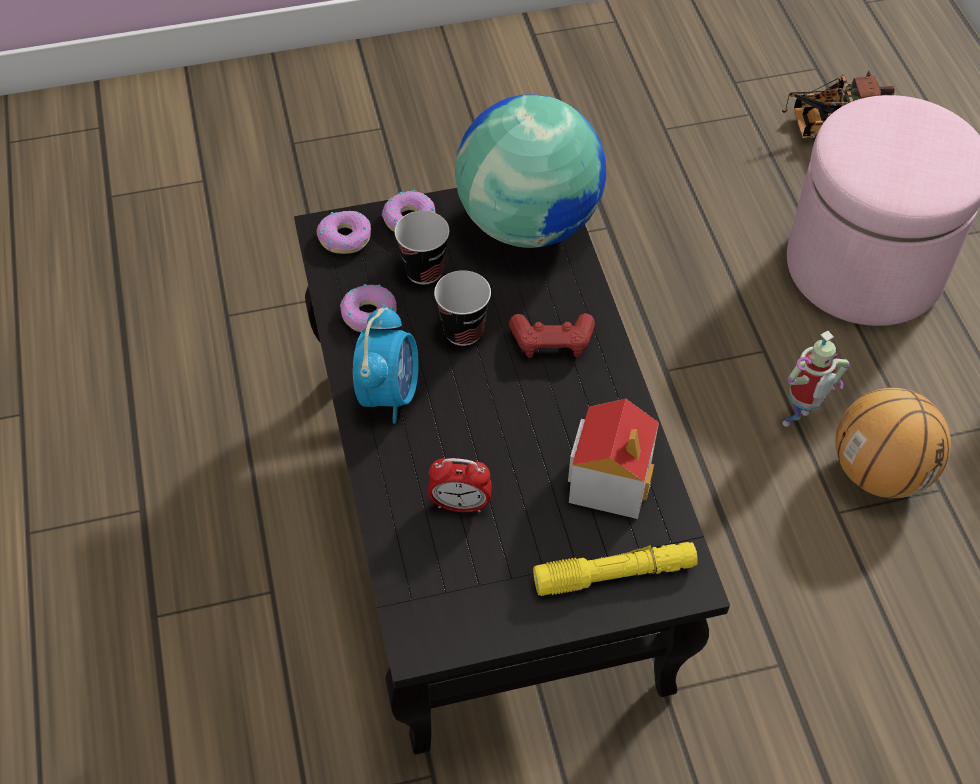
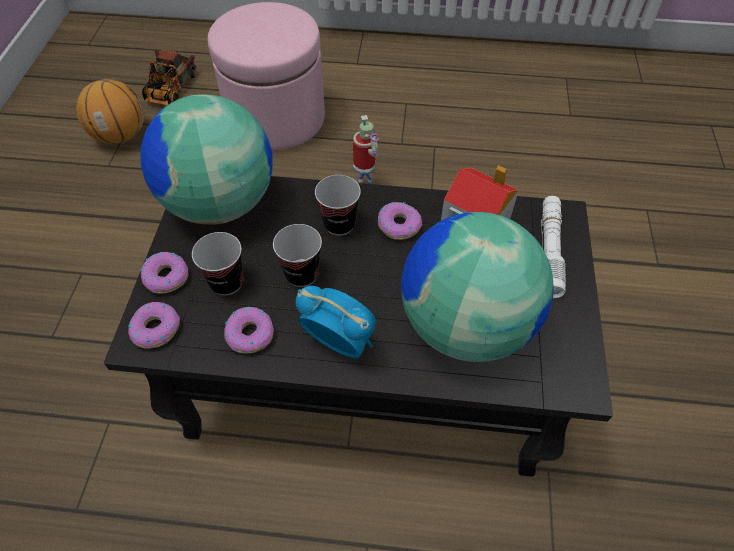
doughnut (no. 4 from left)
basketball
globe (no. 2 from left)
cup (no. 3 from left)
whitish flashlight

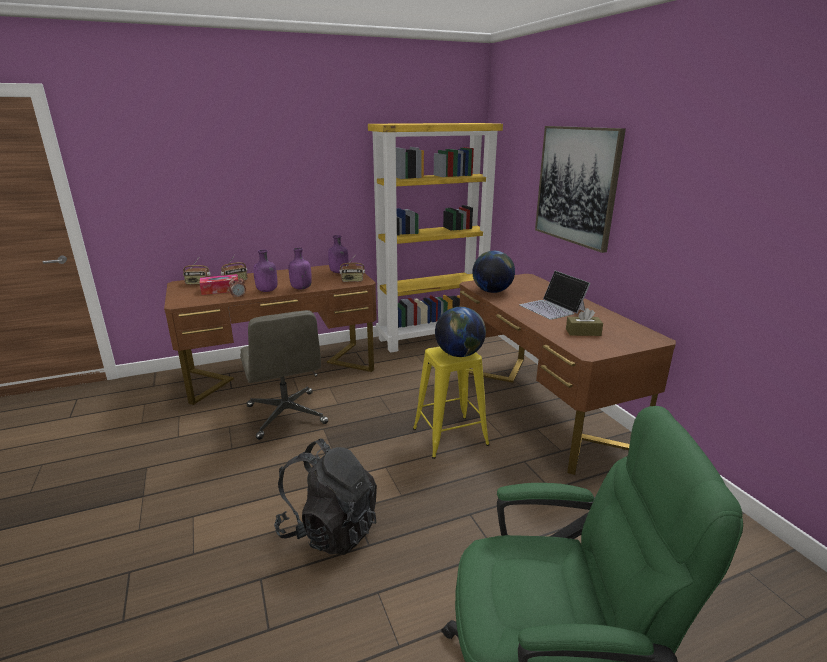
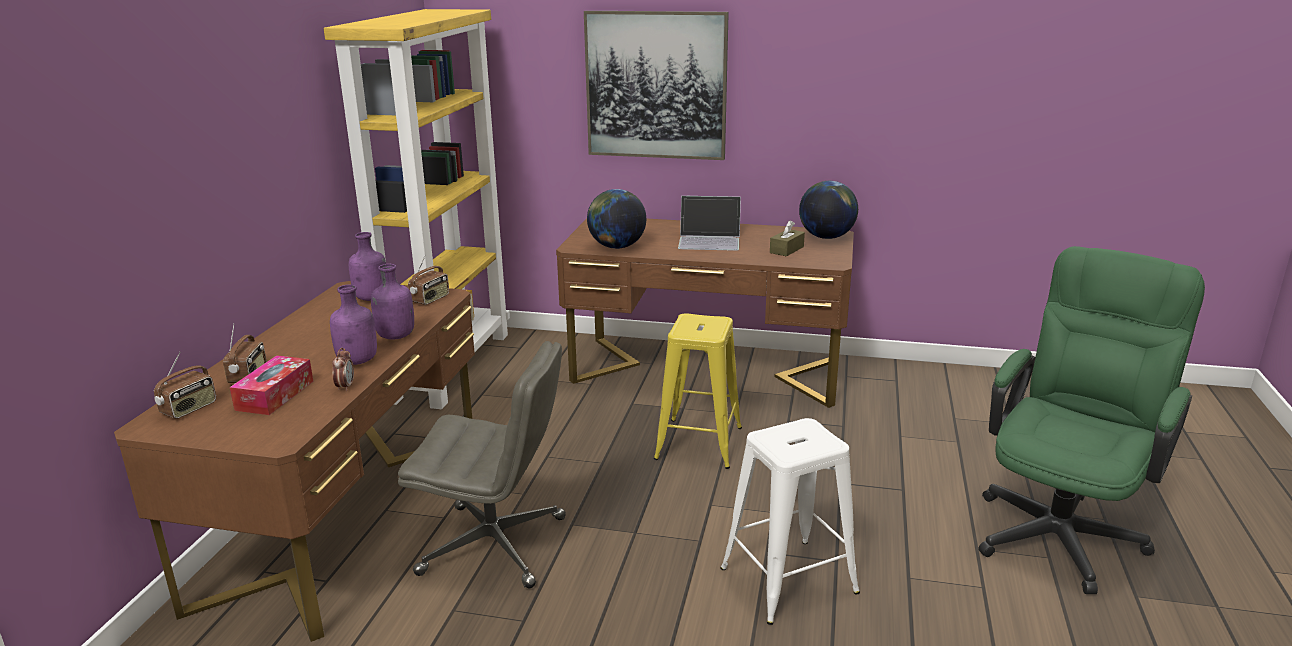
globe (no. 2 from left)
whitish stool seat

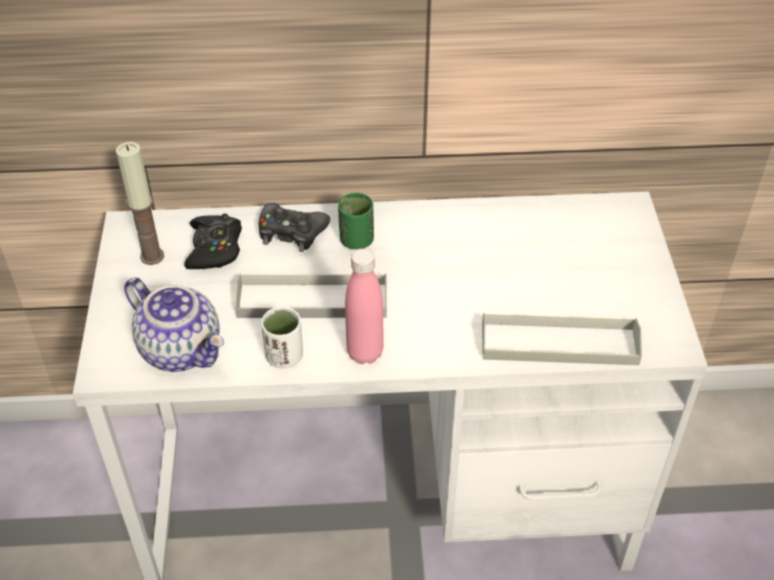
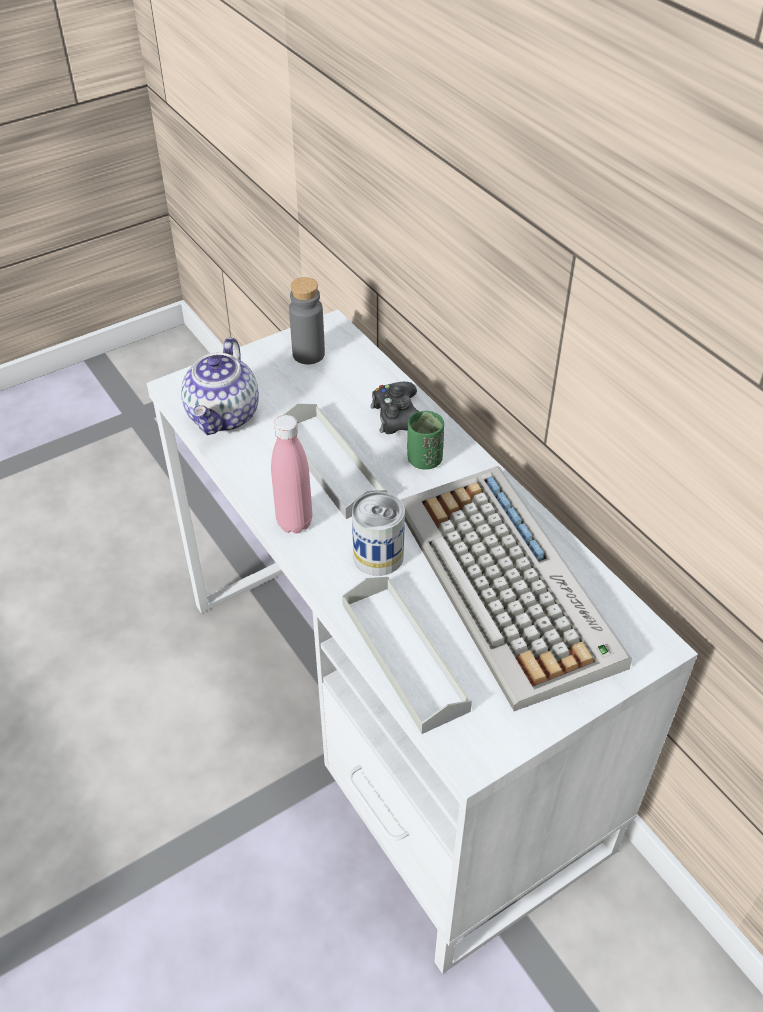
black joypad (no. 1 from left in the first image)
whitish cup
can
computer keyboard
greyish drink bottle

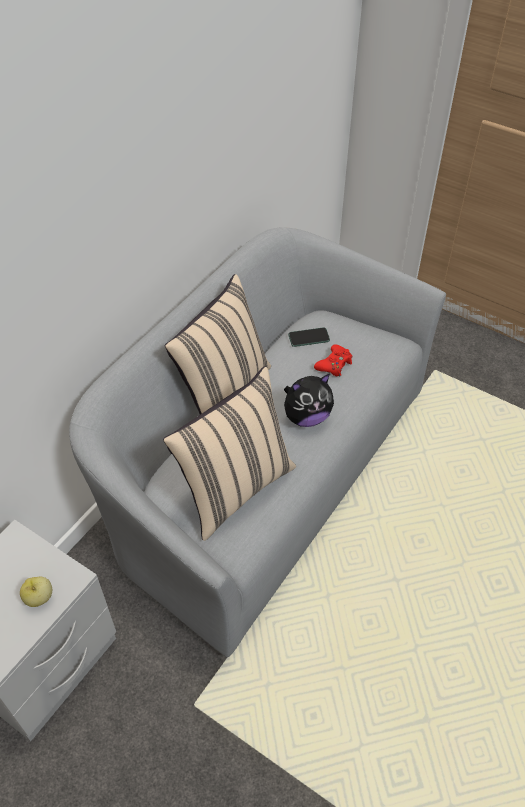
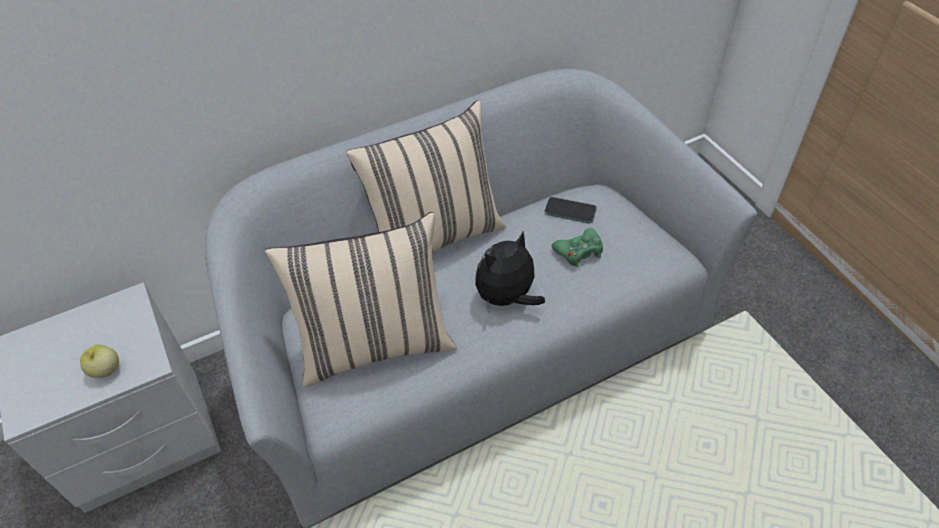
green-coloured joypad
plush toy

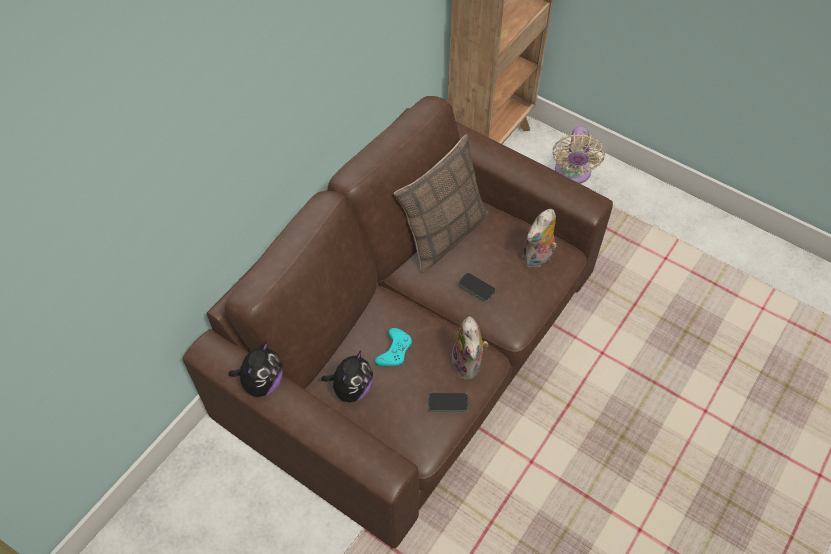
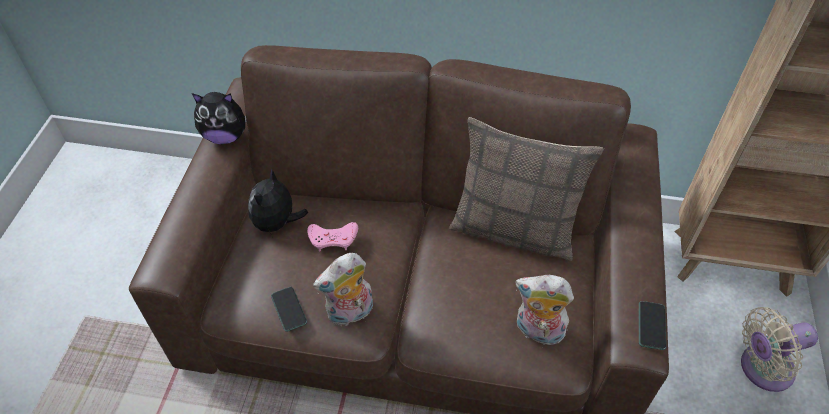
handset (no. 2 from left)
pink joypad
plush toy (no. 2 from left)

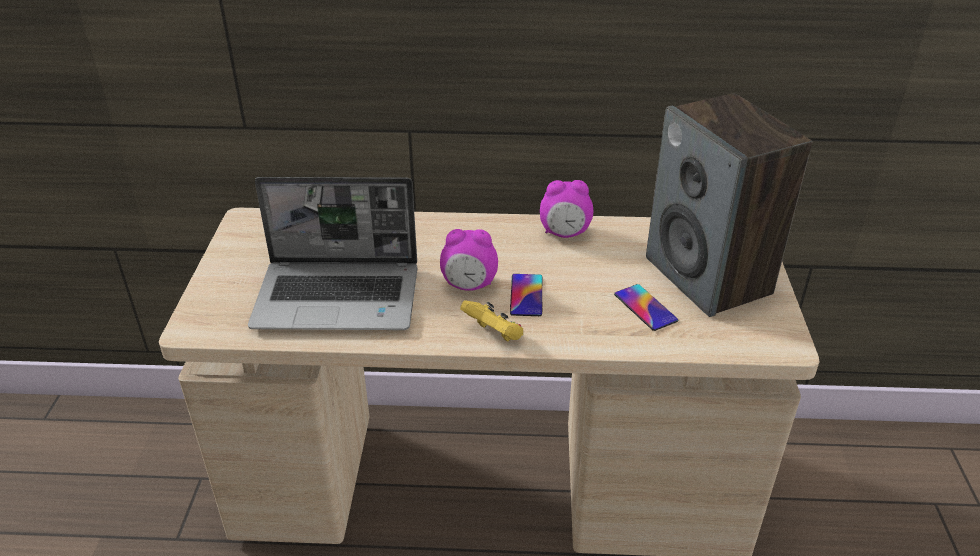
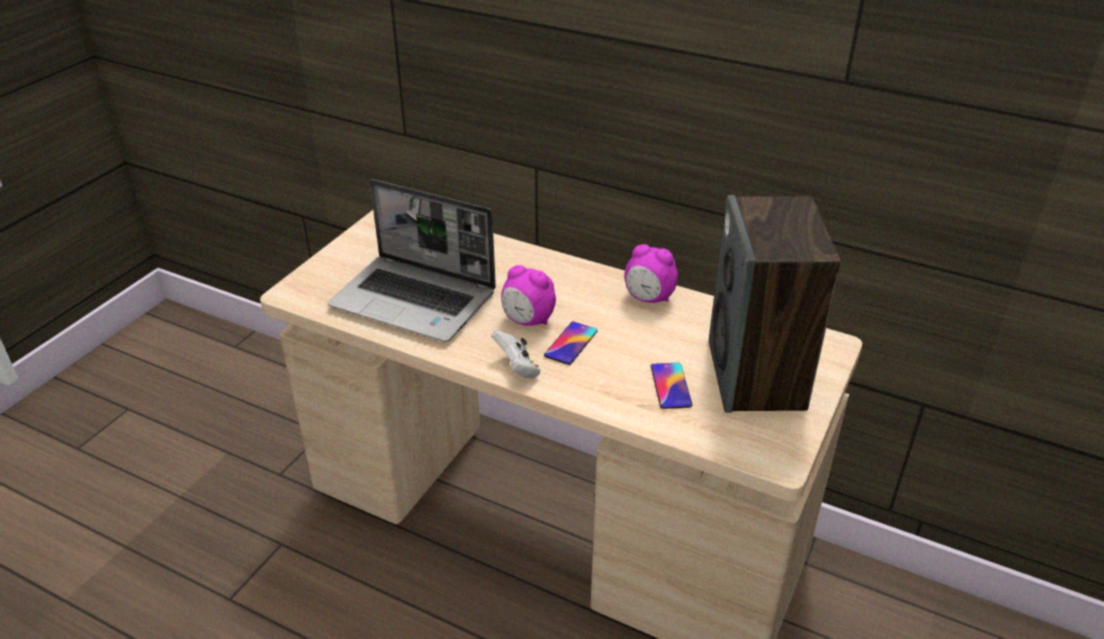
whitish joypad

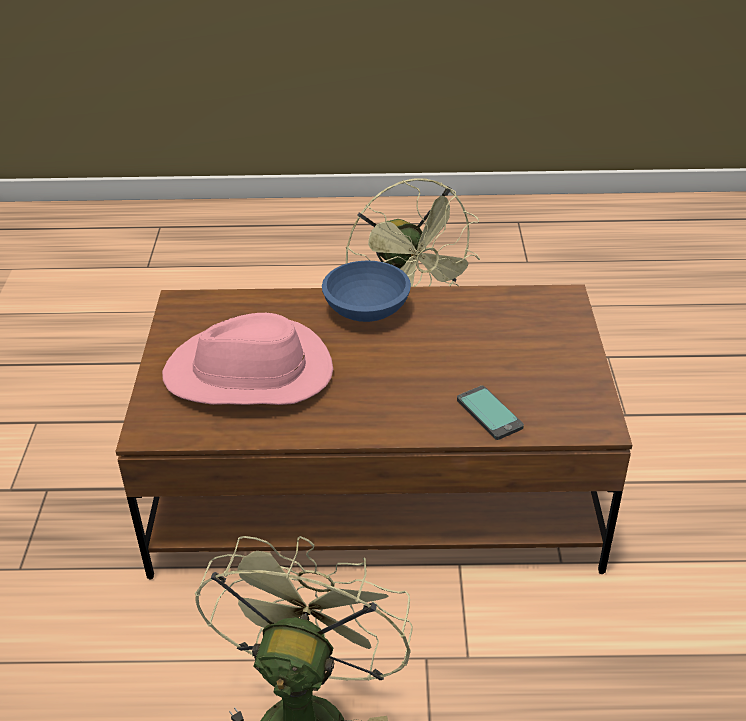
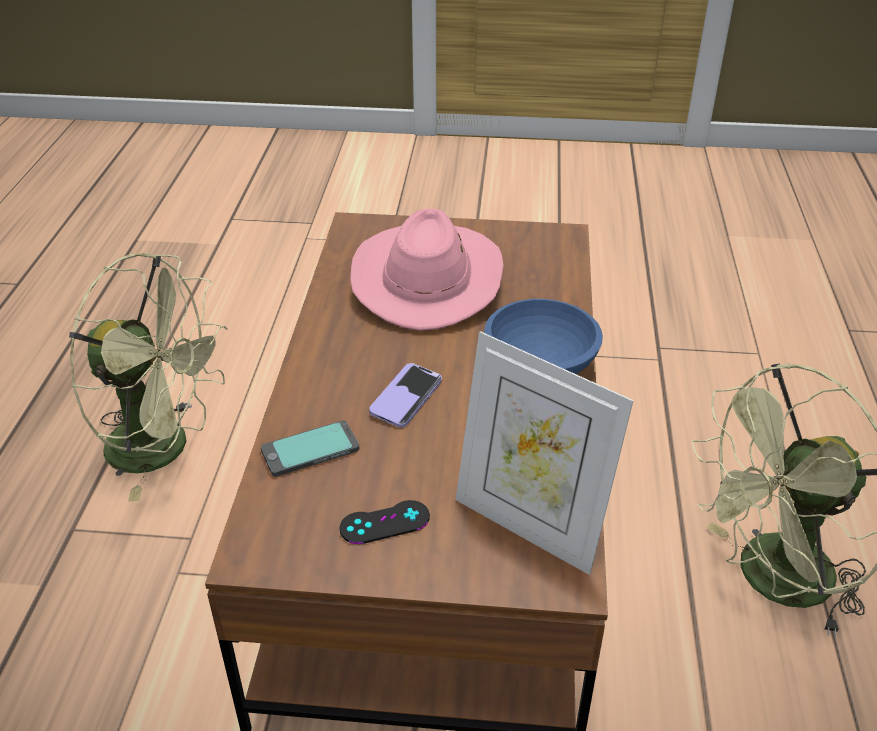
black joypad
handset (no. 2 from left)
photo frame

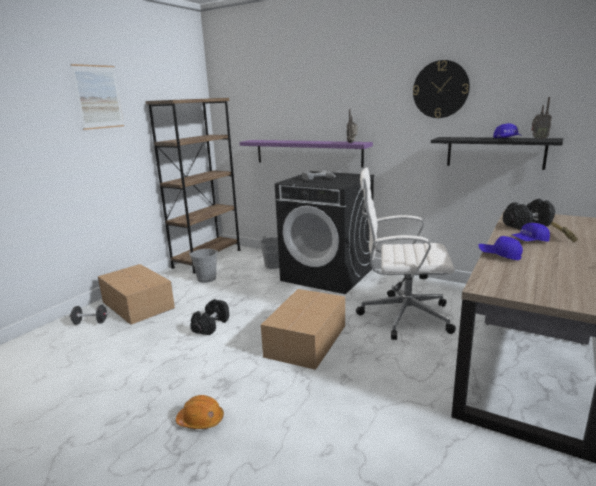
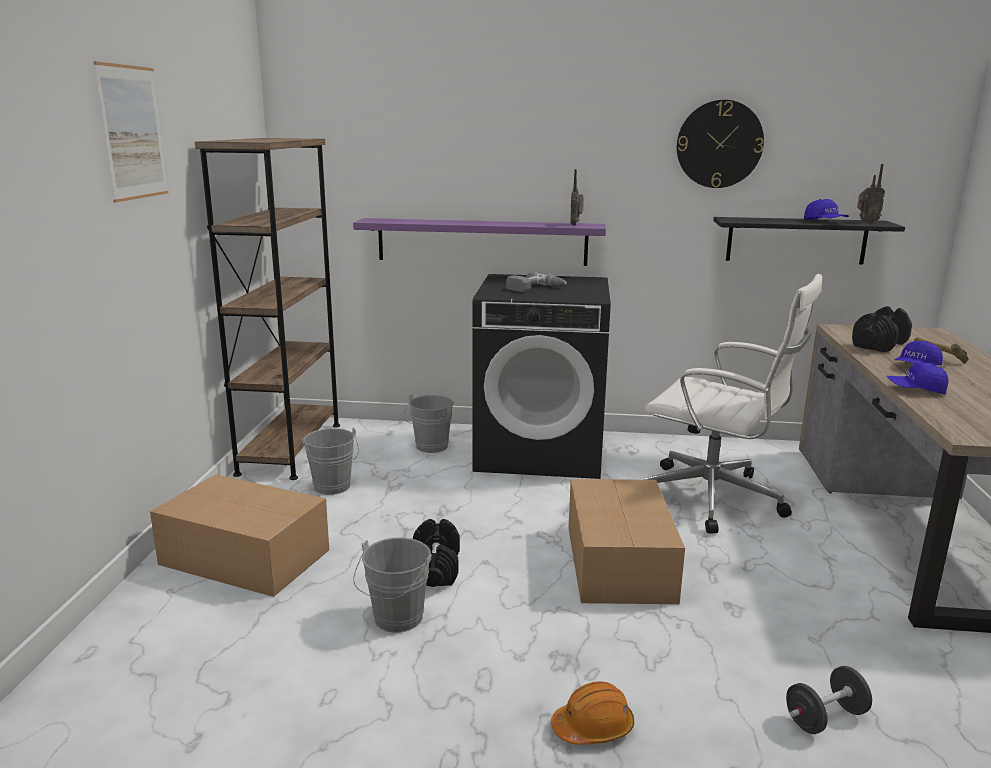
greyish bucket (no. 2 from left)
black free weight (no. 2 from left)
whitish office chair

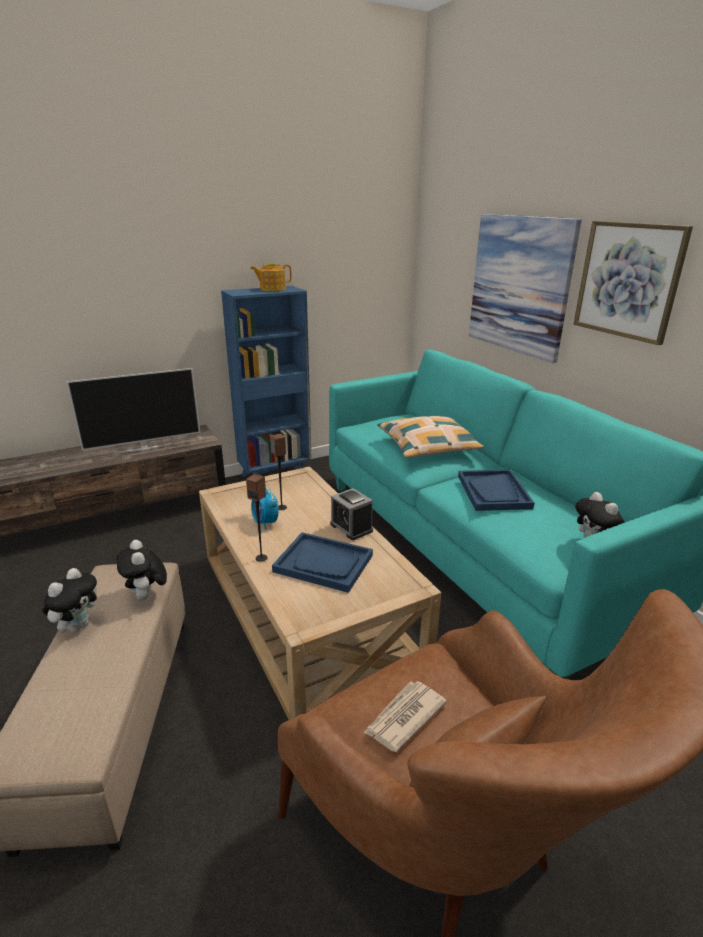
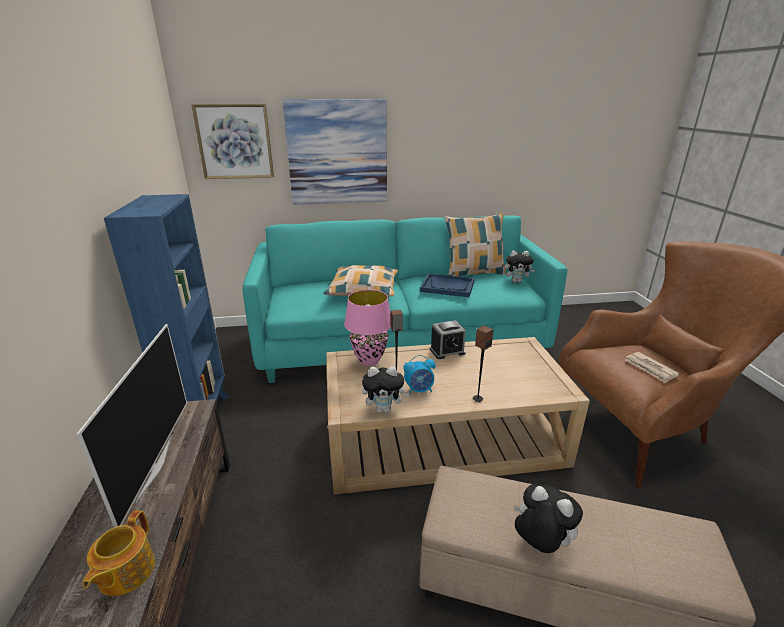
bluish serving tray (no. 1 from left in the first image)
pink tabletop lamp
pillow (no. 2 from left)
plush toy (no. 1 from left)
tea pot
picture (no. 1 from left)

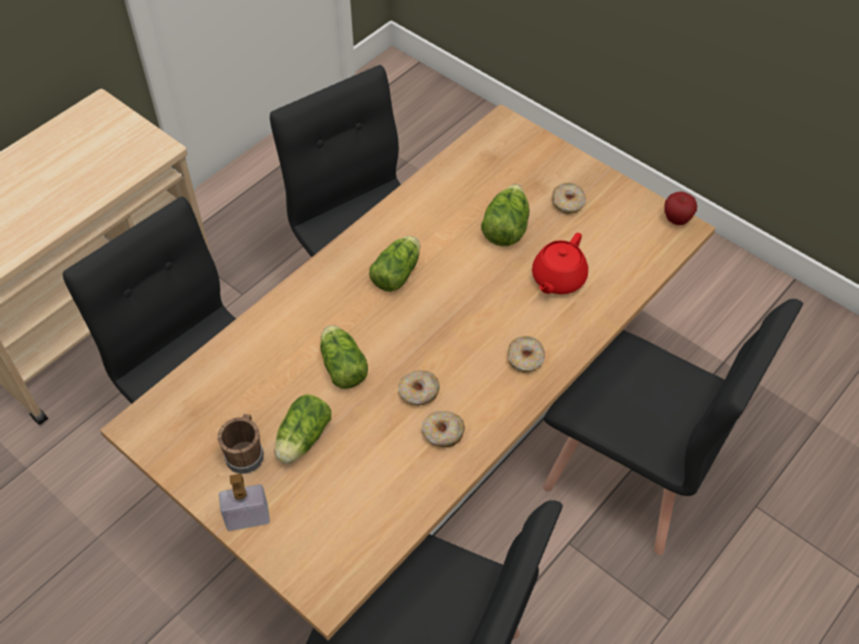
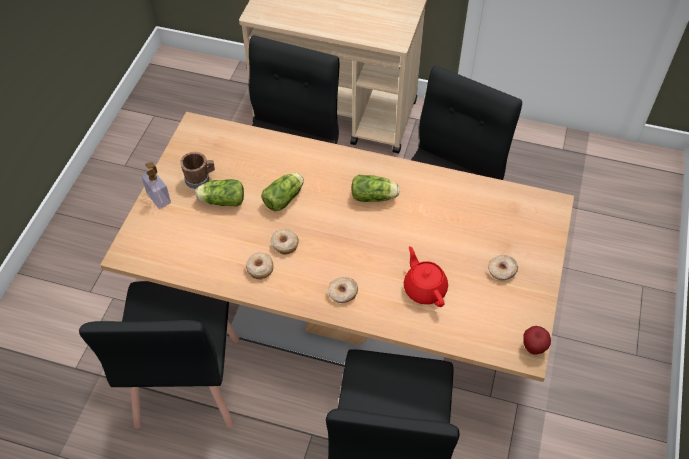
head of lettuce (no. 4 from left in the first image)
red tea pot

